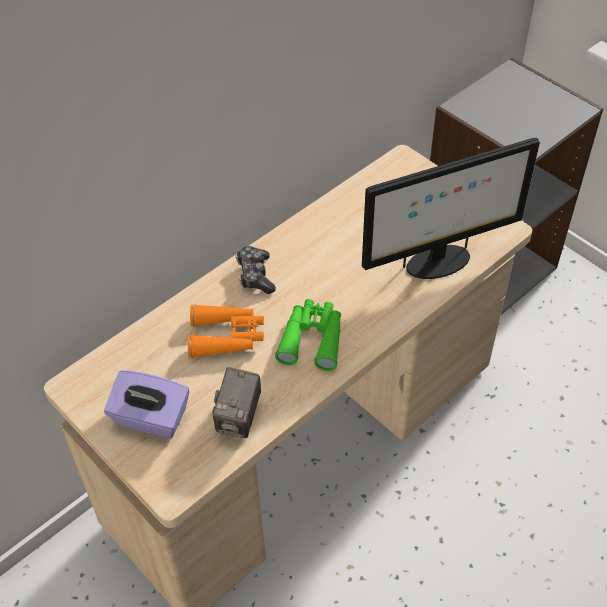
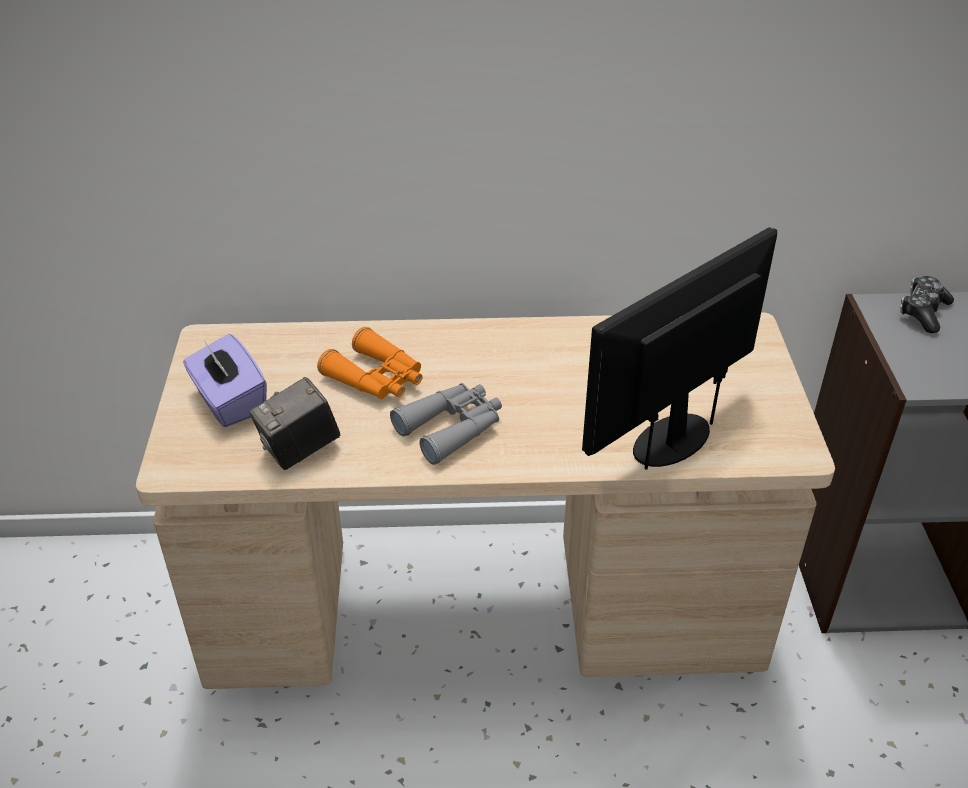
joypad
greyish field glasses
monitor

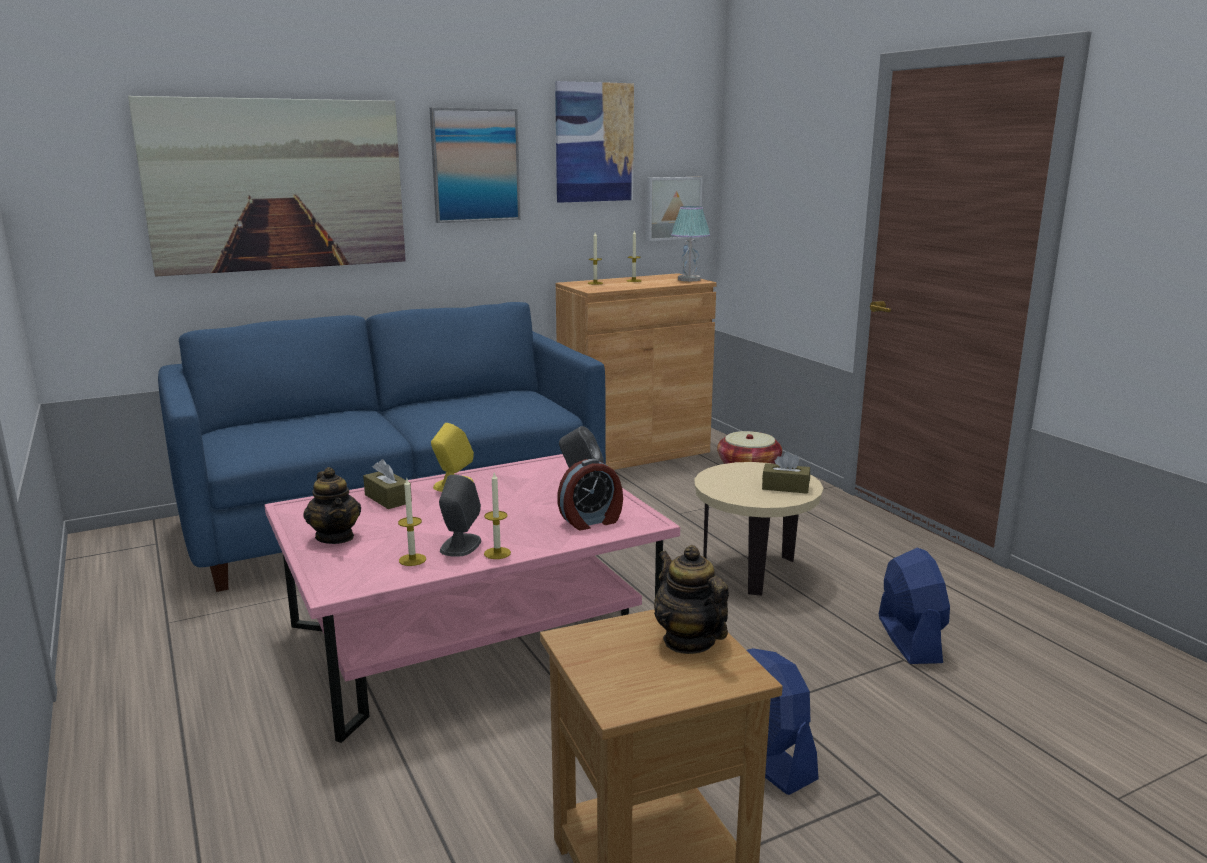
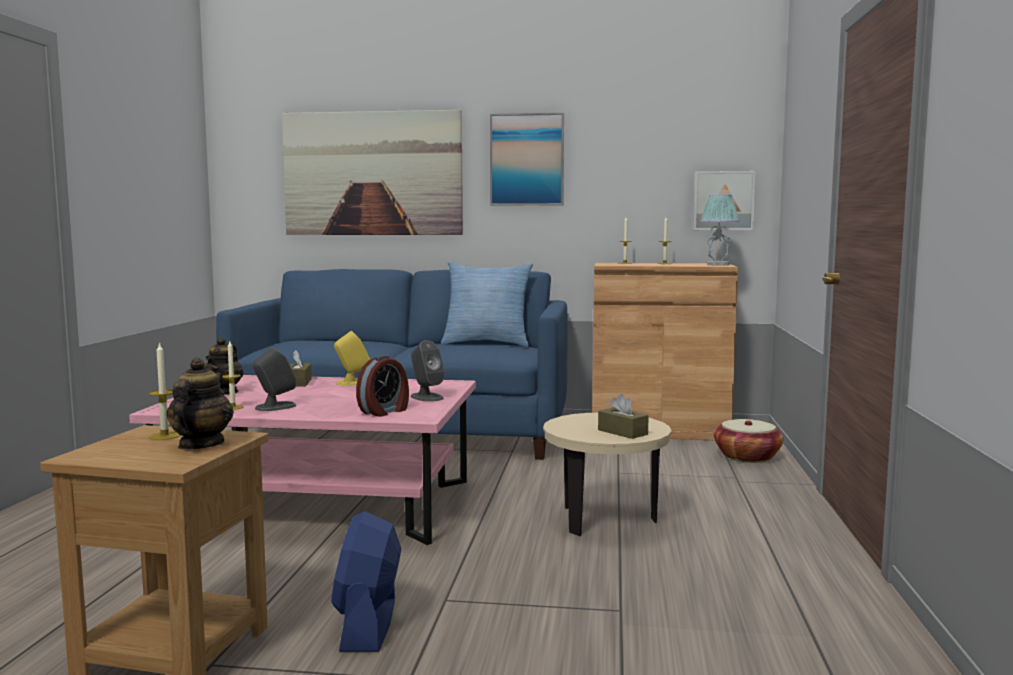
picture (no. 3 from left in the first image)
bluish cooling fan (no. 2 from left in the first image)
pillow
wax light (no. 1 from left)
alarm clock

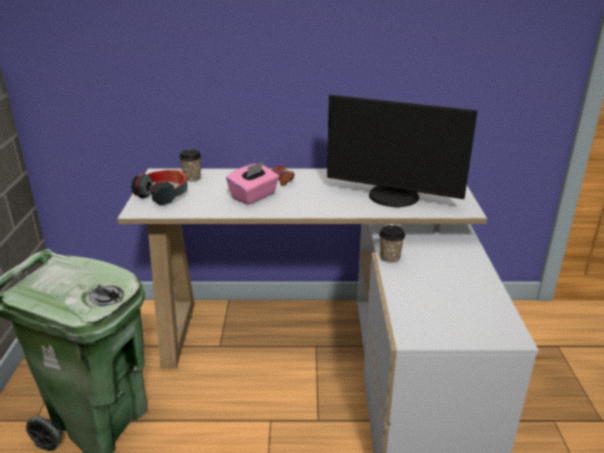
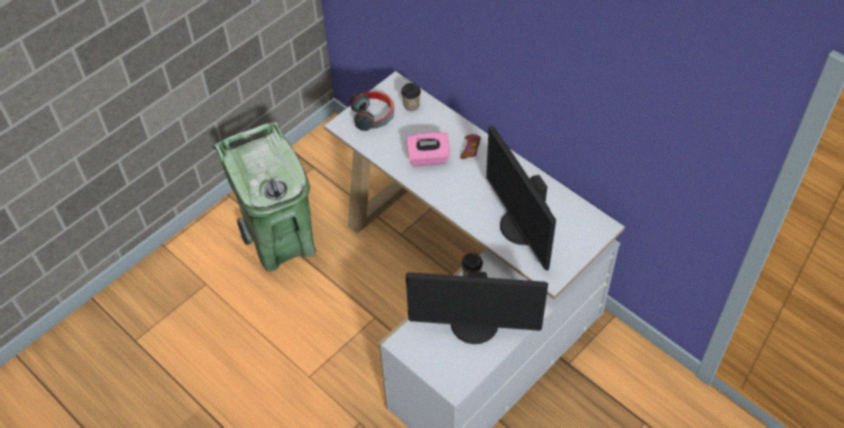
monitor (no. 1 from left)

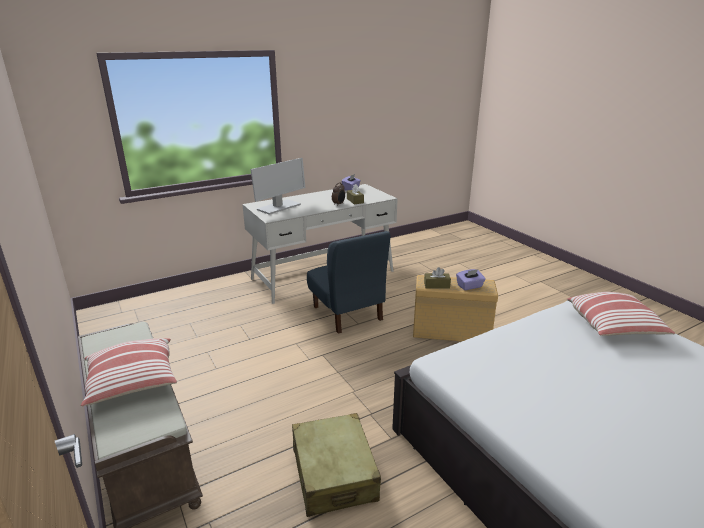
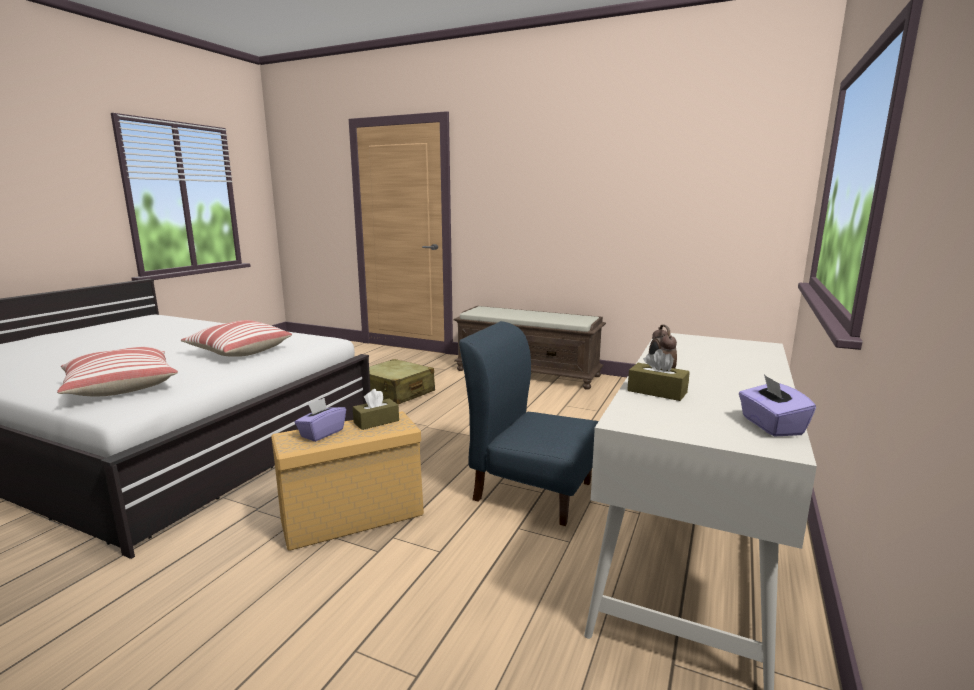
monitor
pillow (no. 2 from left)

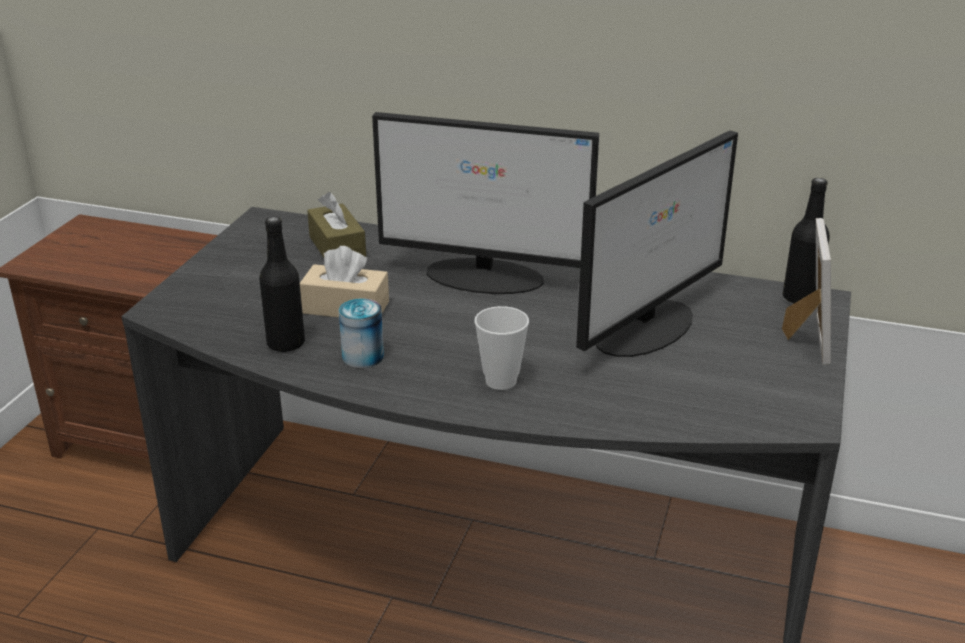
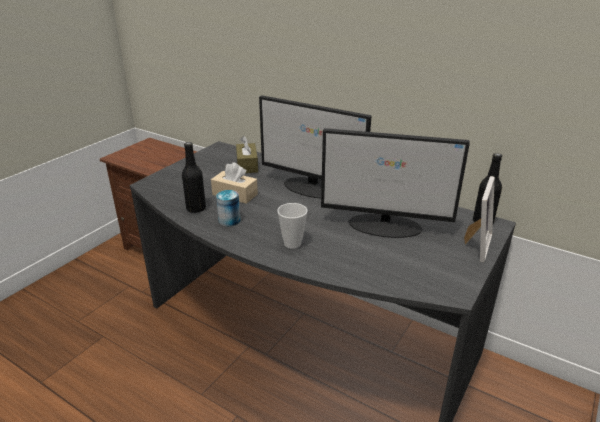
monitor (no. 2 from left)

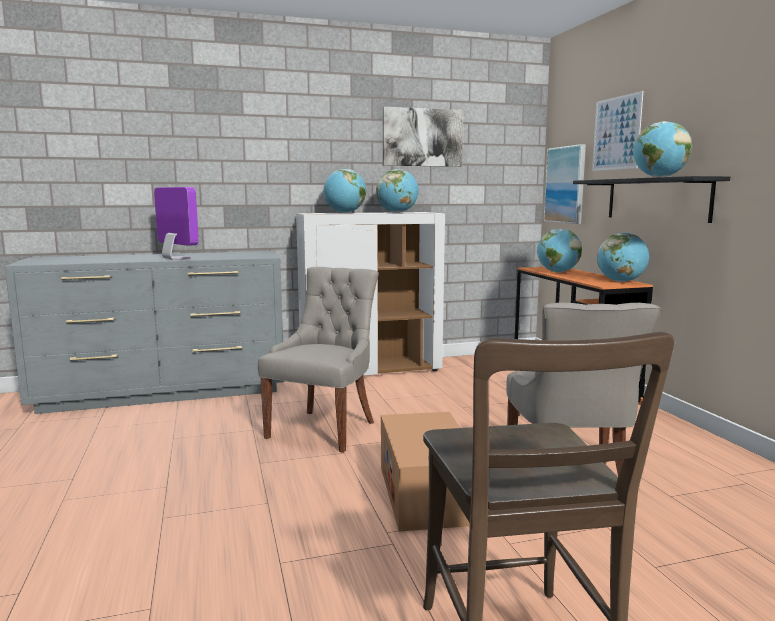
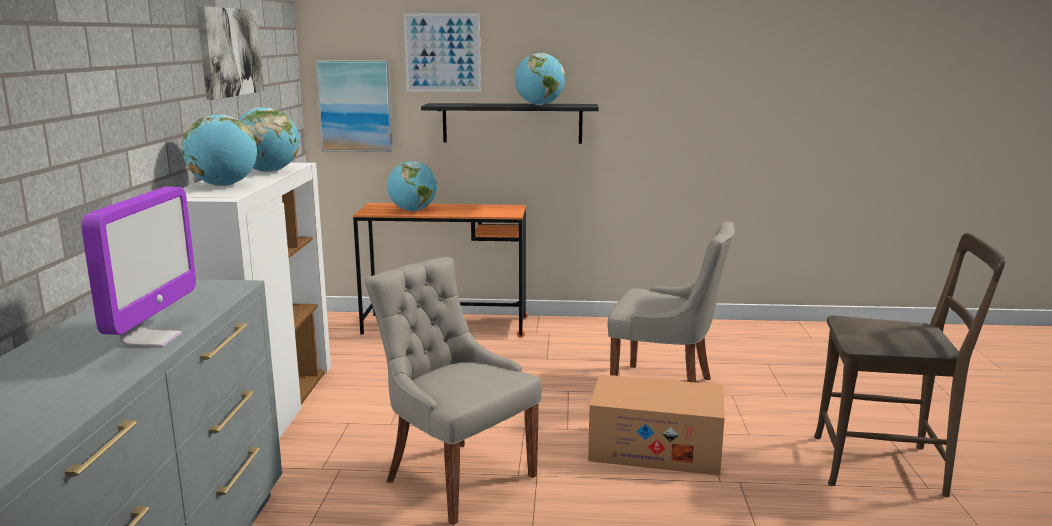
globe (no. 4 from left in the first image)
monitor

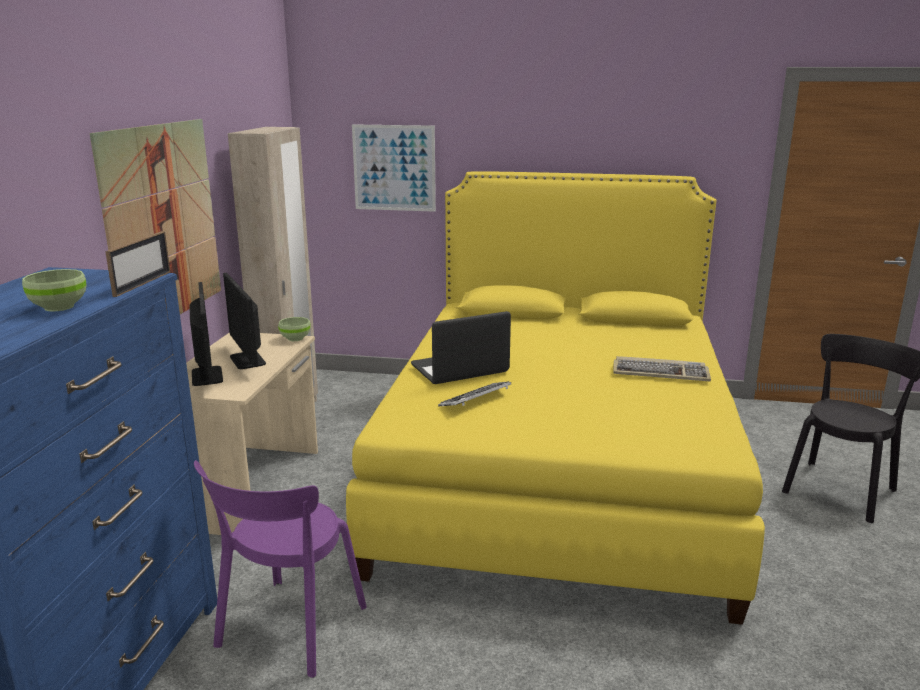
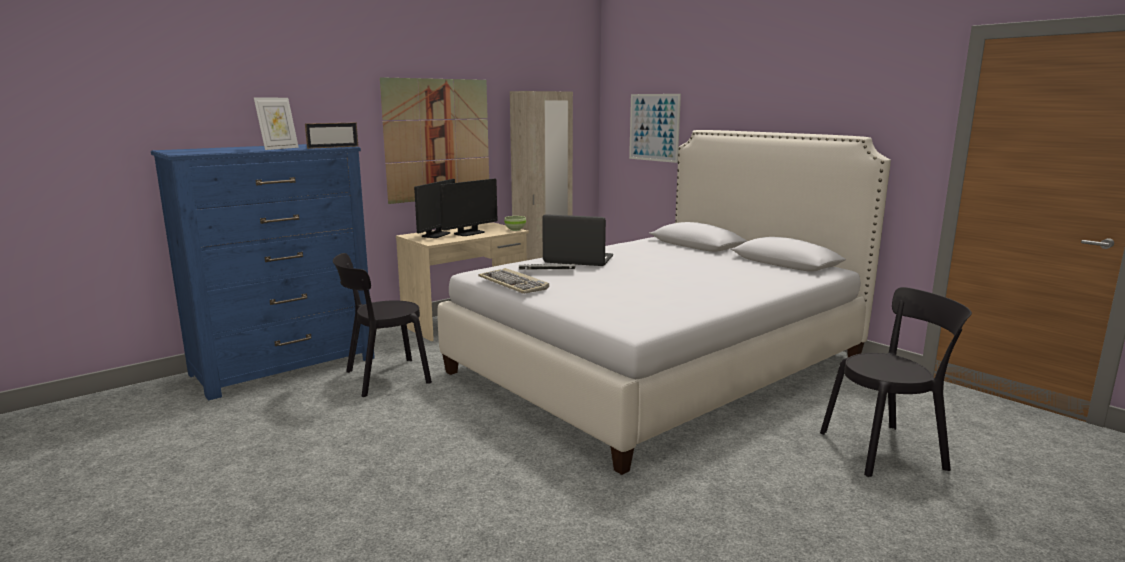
computer keyboard (no. 1 from left)
photo frame (no. 1 from left)
black plain chair (no. 1 from left)
whitish bedroom bed
monitor (no. 2 from left)

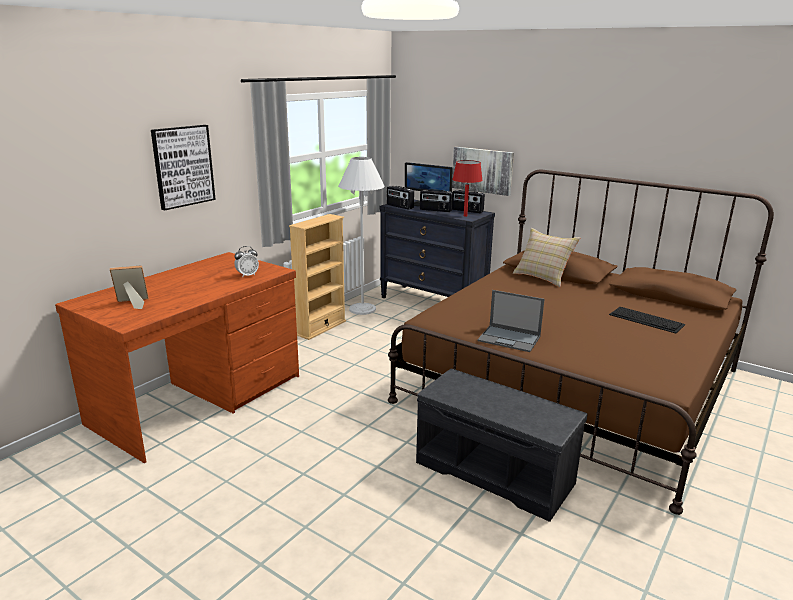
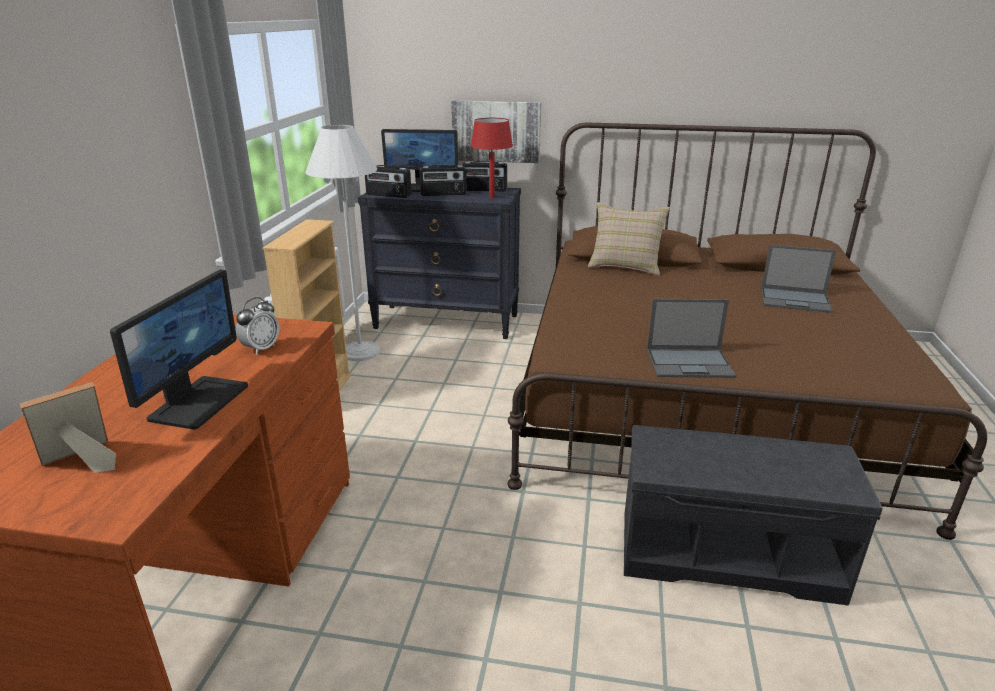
picture (no. 1 from left in the first image)
monitor (no. 1 from left)
notebook computer (no. 2 from left)

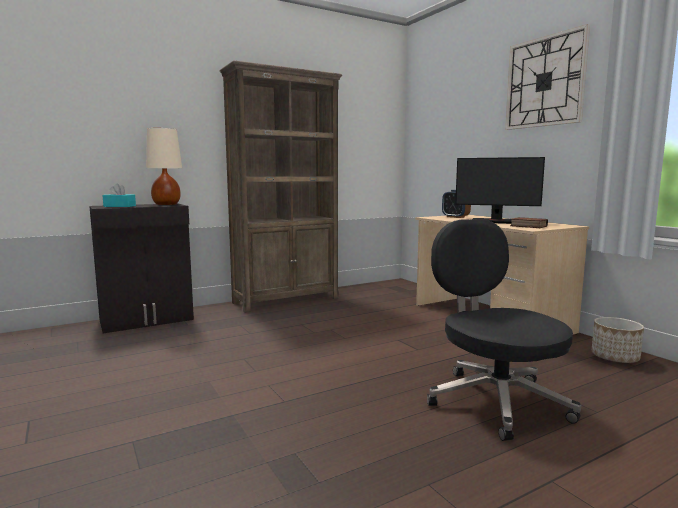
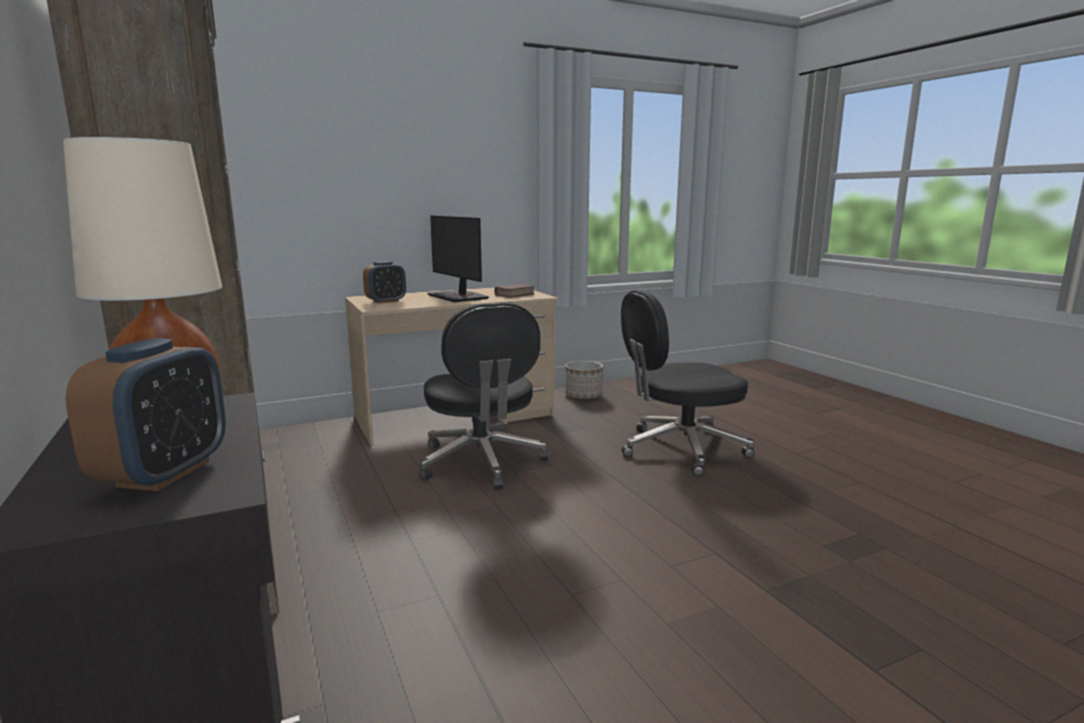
clock on the wall
black office chair (no. 1 from left)
alarm clock (no. 1 from left)
monitor

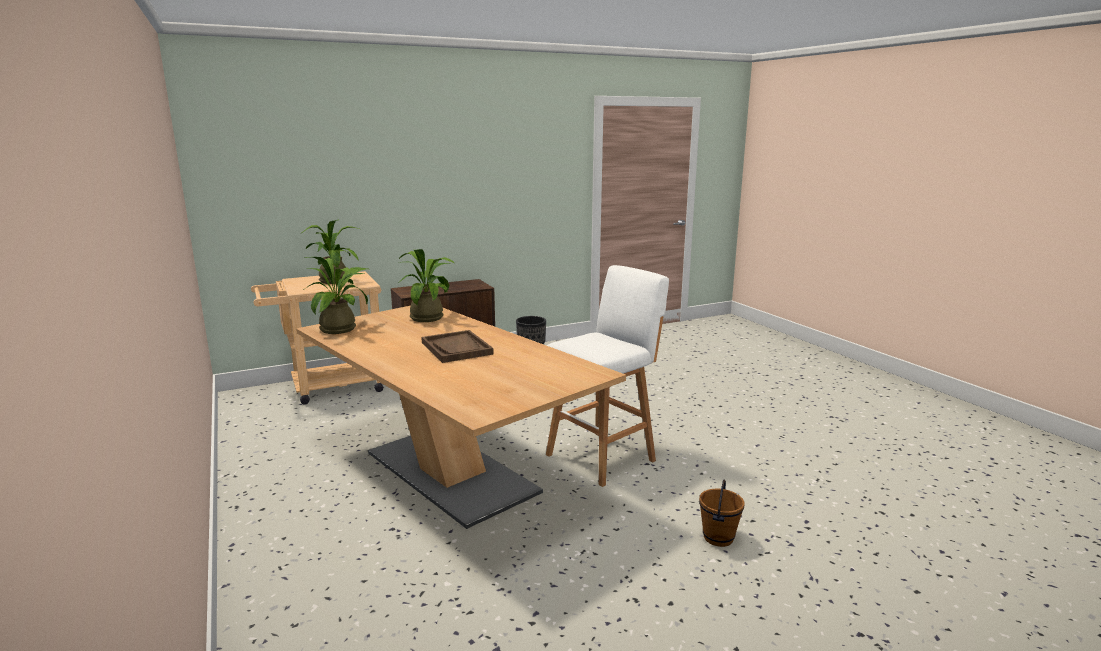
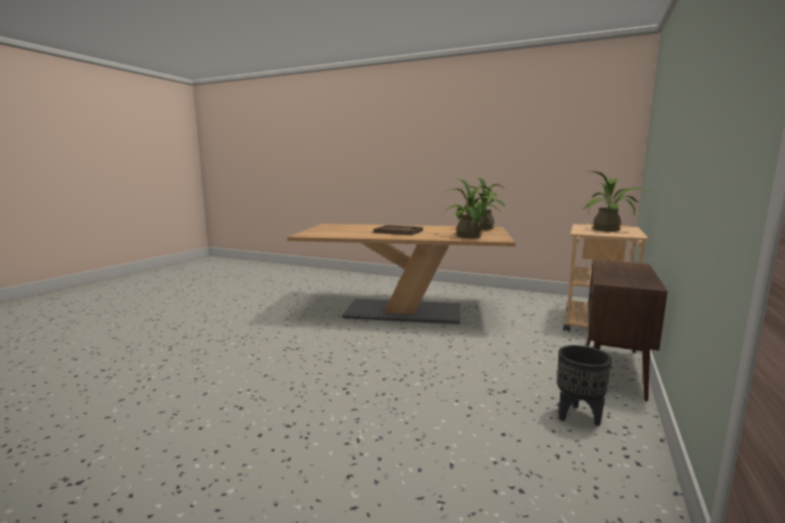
whitish stool seat
brownish bucket

